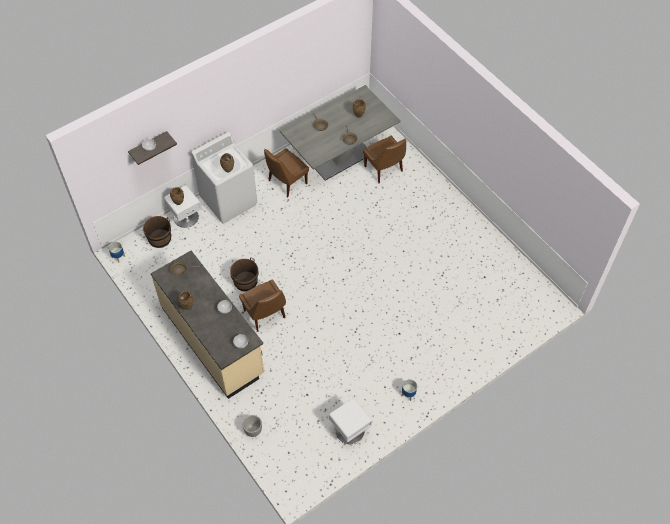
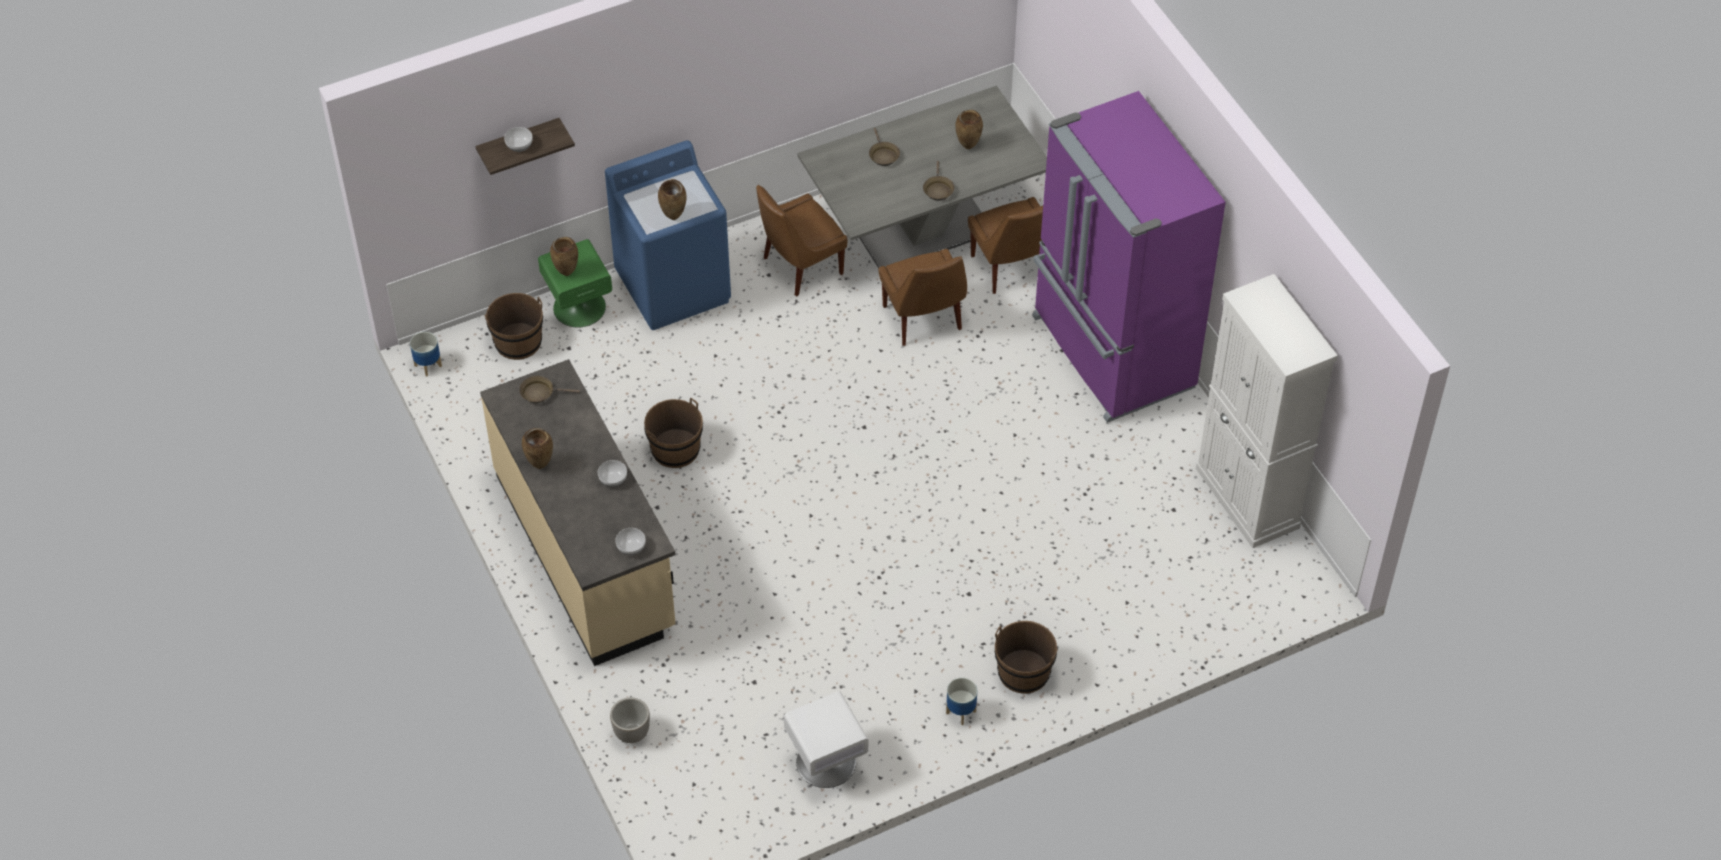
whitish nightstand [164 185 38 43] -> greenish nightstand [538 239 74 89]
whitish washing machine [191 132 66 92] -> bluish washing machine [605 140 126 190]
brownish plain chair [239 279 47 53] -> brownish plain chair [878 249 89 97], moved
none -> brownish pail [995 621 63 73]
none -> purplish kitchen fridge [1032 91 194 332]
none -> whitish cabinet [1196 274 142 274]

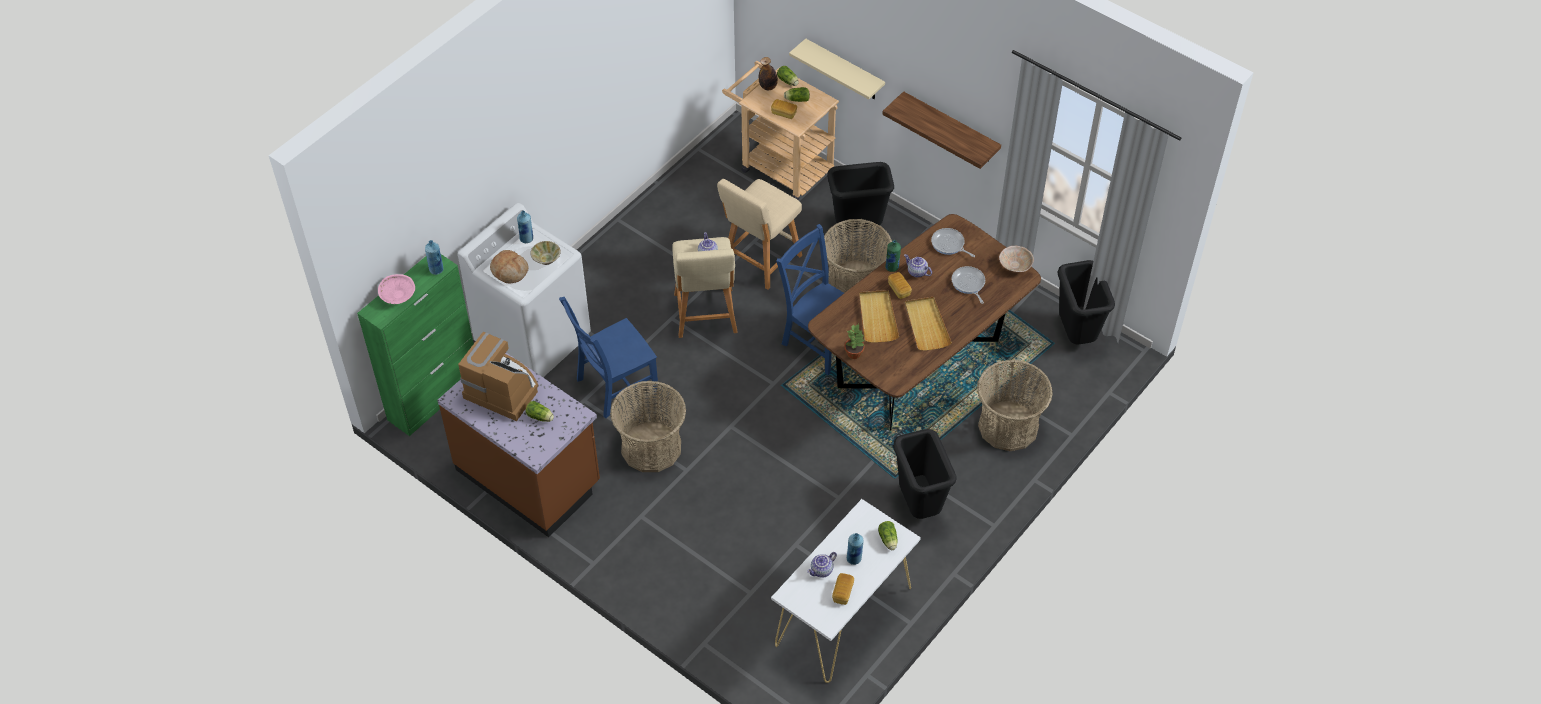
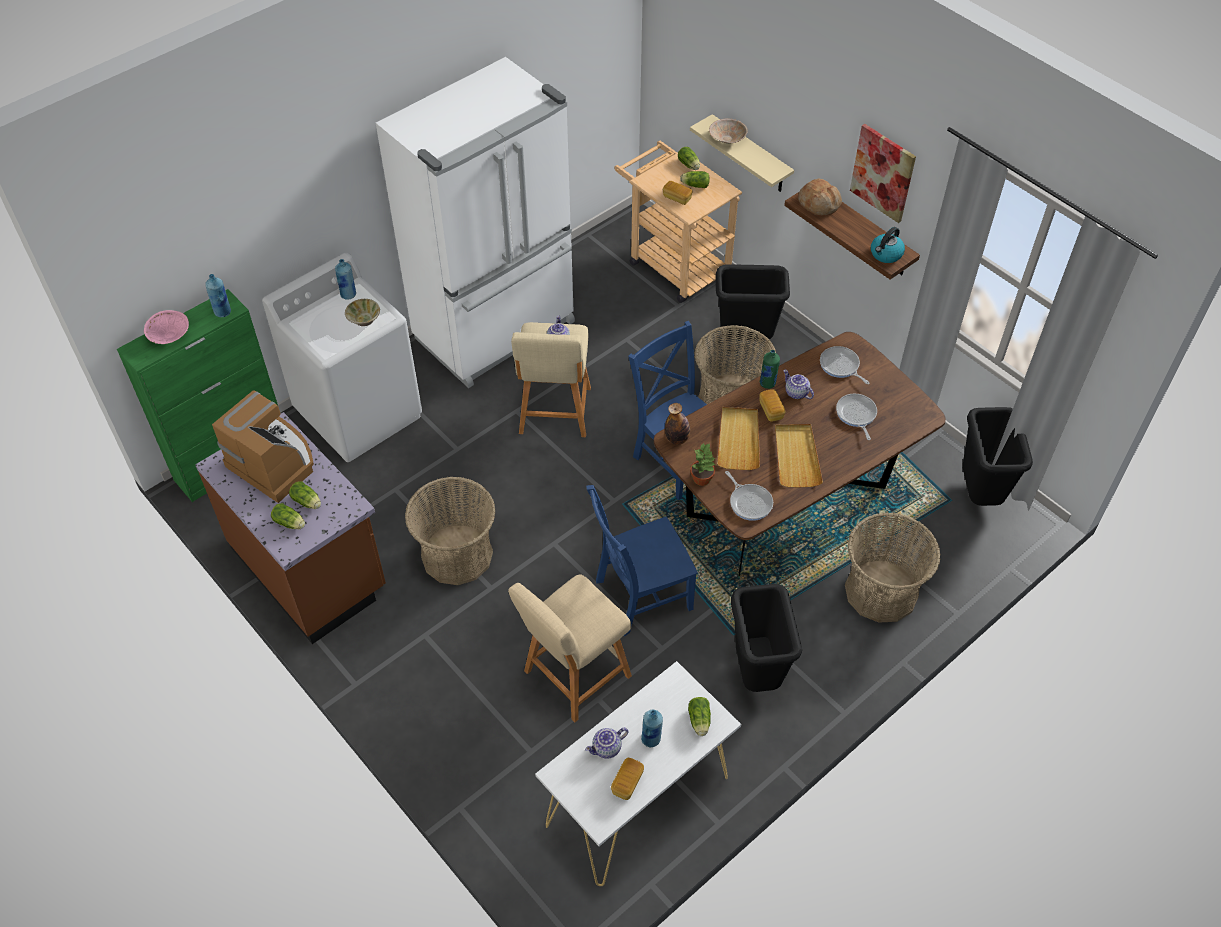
none -> head of lettuce [271 503 34 26]
none -> whitish kitchen fridge [376 57 199 331]
beige-coloured stool [717 179 85 111] -> beige-coloured stool [508 574 124 148], moved
bluish plain chair [559 297 99 121] -> bluish plain chair [586 485 112 152], moved
drink bottle [759 57 19 33] -> drink bottle [665 403 25 42], moved
beige-coloured serving bowl [999 246 35 26] -> beige-coloured serving bowl [709 118 39 25], moved
none -> skillet [725 471 48 50]
bread [490 250 38 33] -> bread [798 179 44 37], moved
none -> picture [850 124 66 99]
none -> kettle [871 227 34 36]

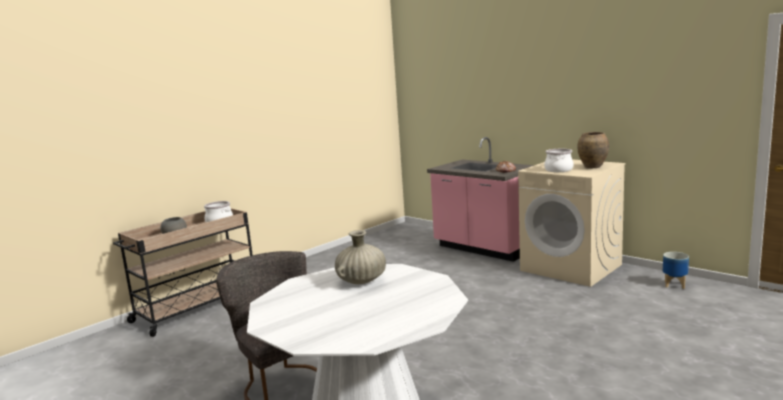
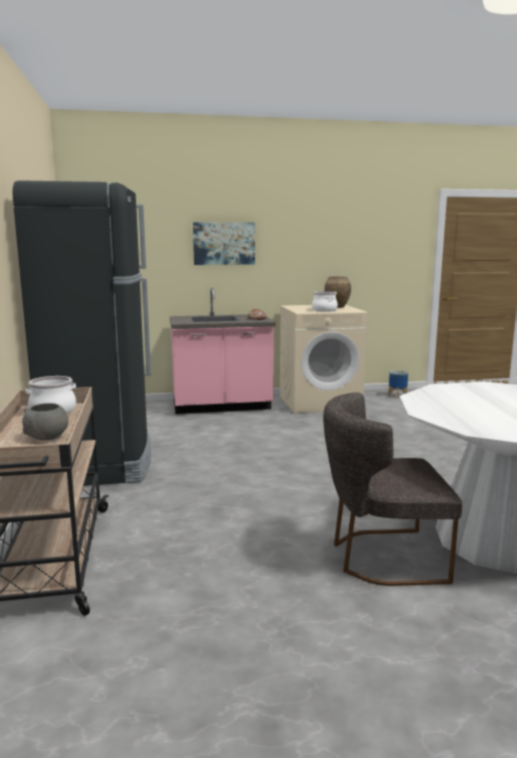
none -> blackish kitchen fridge [12 180 139 306]
none -> picture [193 222 62 43]
beige-coloured decorative vase [335 230 51 54] -> none

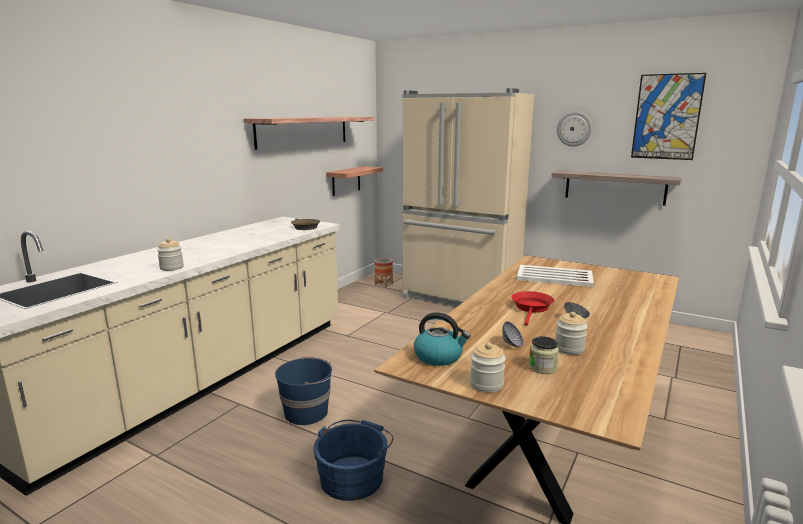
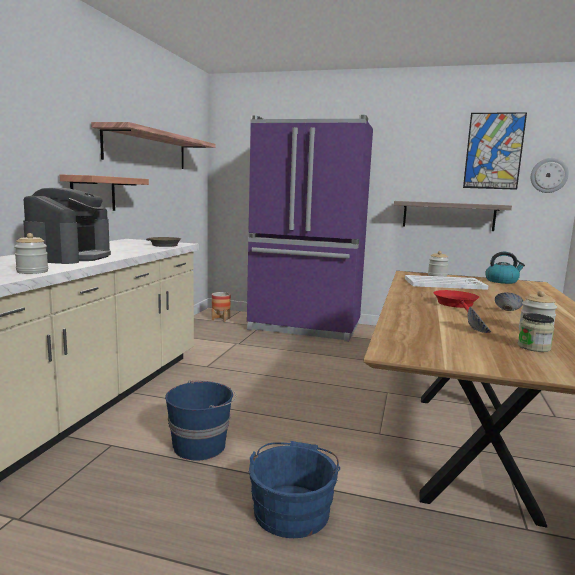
none -> coffee maker [23 188 88 76]
wall shelf [326 166 57 30] -> wall shelf [60 174 89 37], moved
beige-coloured kitchen fridge [402 88 132 219] -> purplish kitchen fridge [247 115 126 227]
jar [470 342 36 51] -> jar [428 251 21 26], moved
kettle [414 312 56 54] -> kettle [485 252 40 32], moved
hanging clock [557 111 35 36] -> hanging clock [531 158 38 35], moved

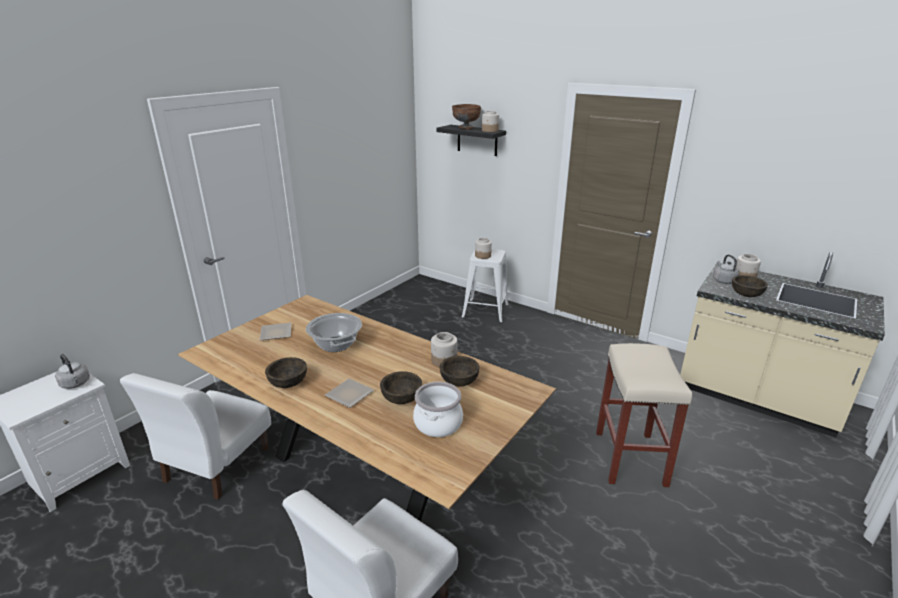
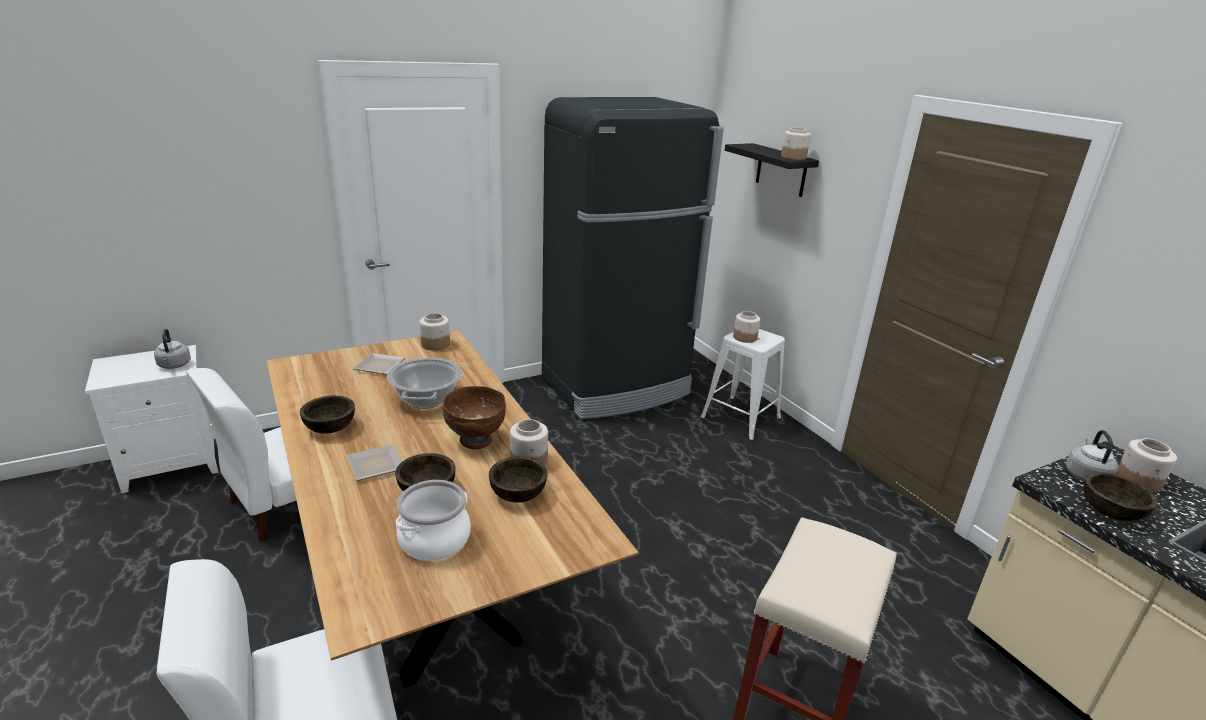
none -> jar [419 313 31 37]
brownish serving bowl [452 104 29 25] -> brownish serving bowl [443 386 63 63], moved
none -> blackish kitchen fridge [542 97 182 322]

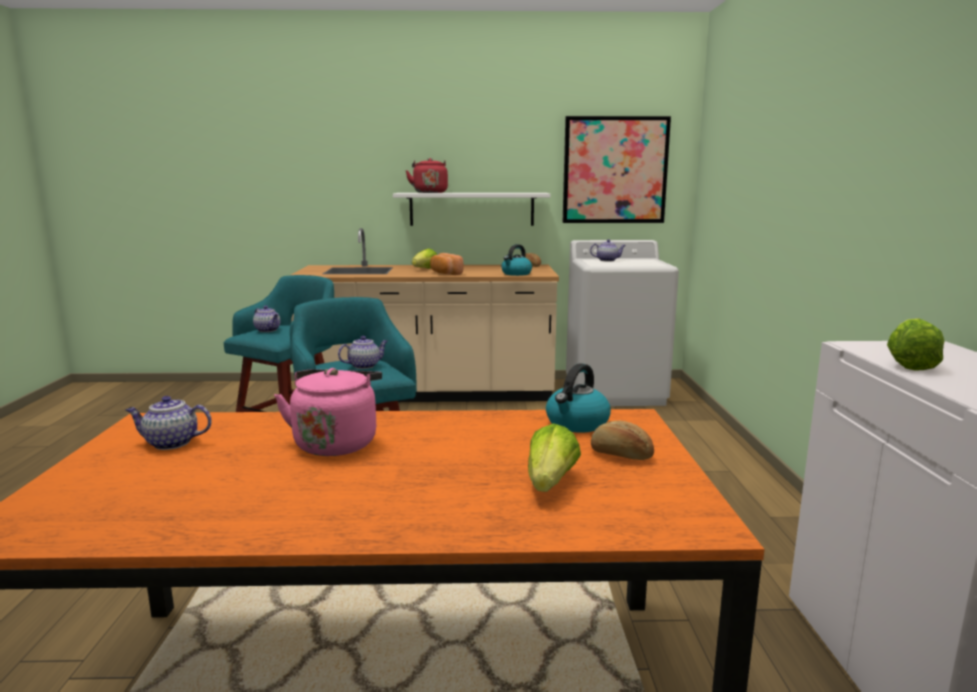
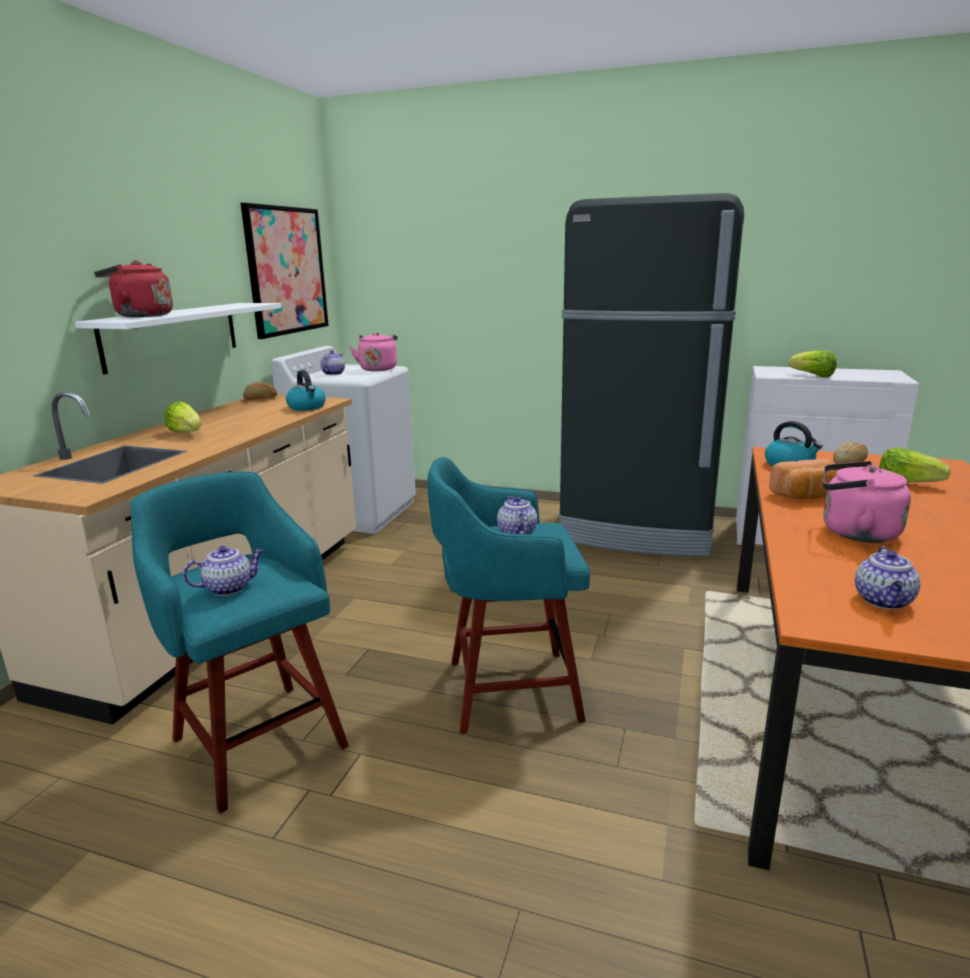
none -> pinkish kettle [350 332 48 39]
none -> blackish kitchen fridge [558 193 186 364]
bread [430 253 34 22] -> bread [769 458 69 41], moved

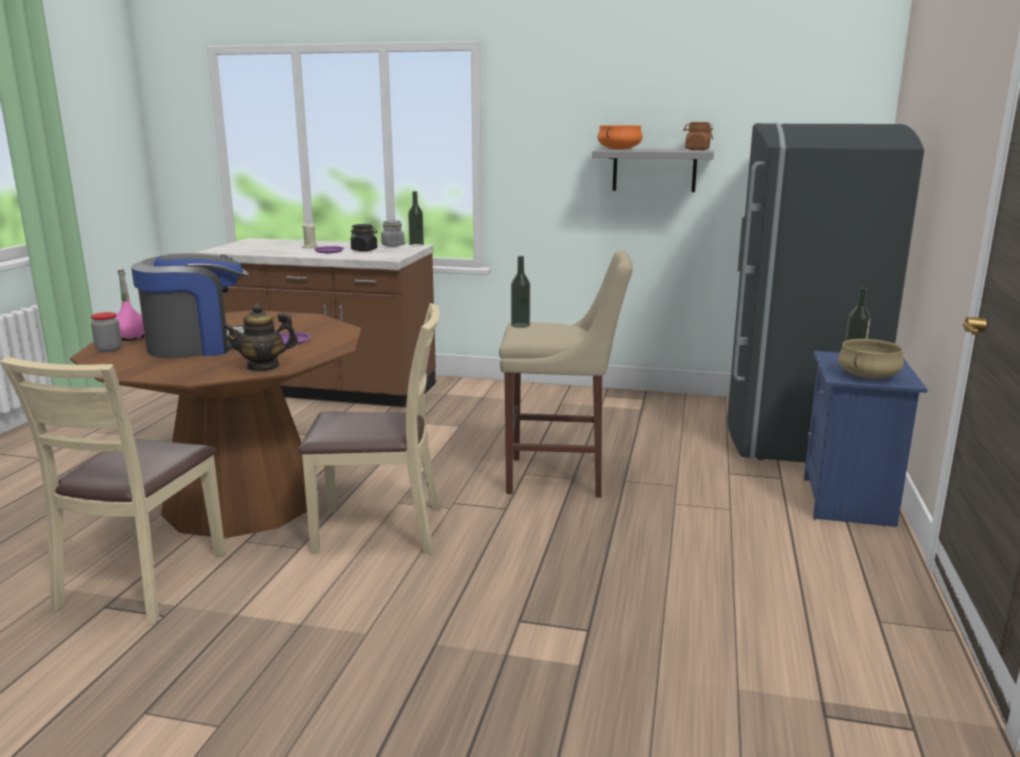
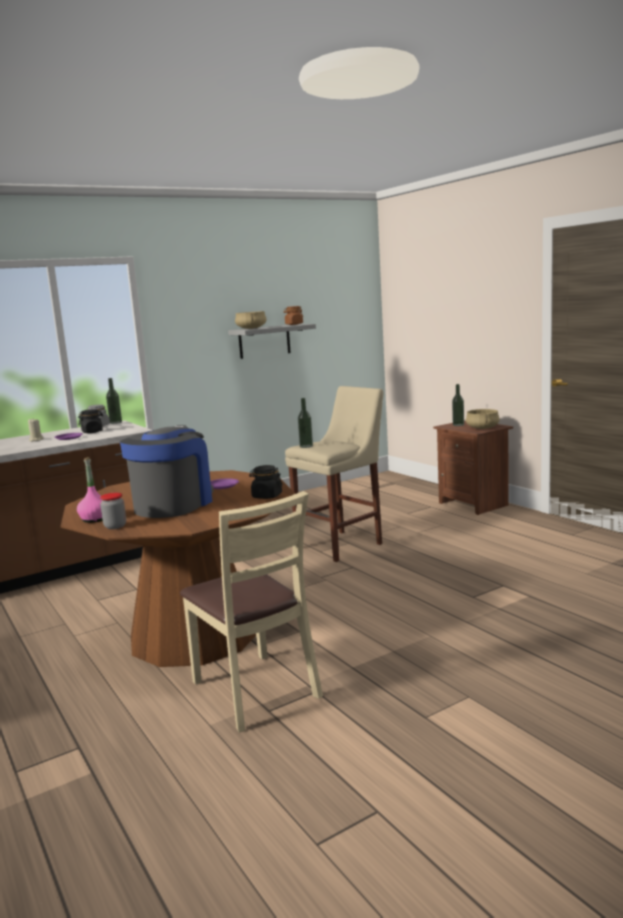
orange-coloured stockpot [597 125 46 25] -> beige-coloured stockpot [235 311 32 18]
teapot [222 304 76 68] -> blackish jar [249 465 33 34]
bluish nightstand [804 351 124 176] -> brownish nightstand [433 420 80 95]
beige-coloured plain chair [298 303 142 252] -> none
grey kitchen fridge [727 123 197 340] -> none

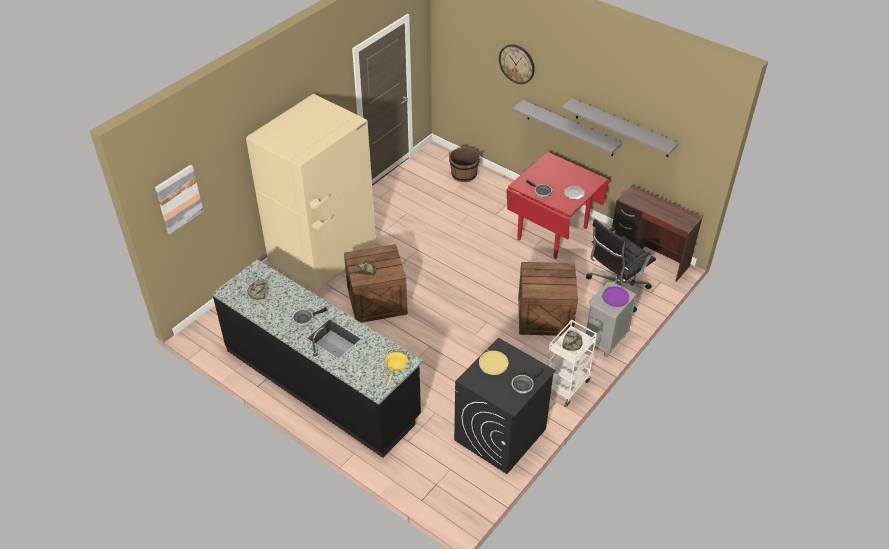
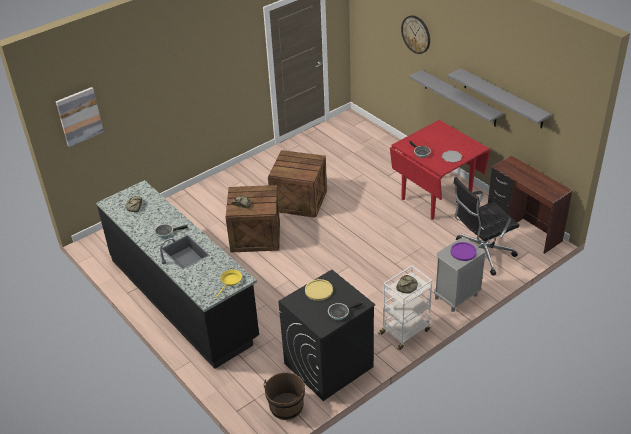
brownish pail [449 147 31 35] -> brownish pail [264 372 41 48], moved
shipping crate [518 262 60 74] -> shipping crate [268 150 59 68], moved
beige-coloured kitchen fridge [246 94 130 199] -> none

